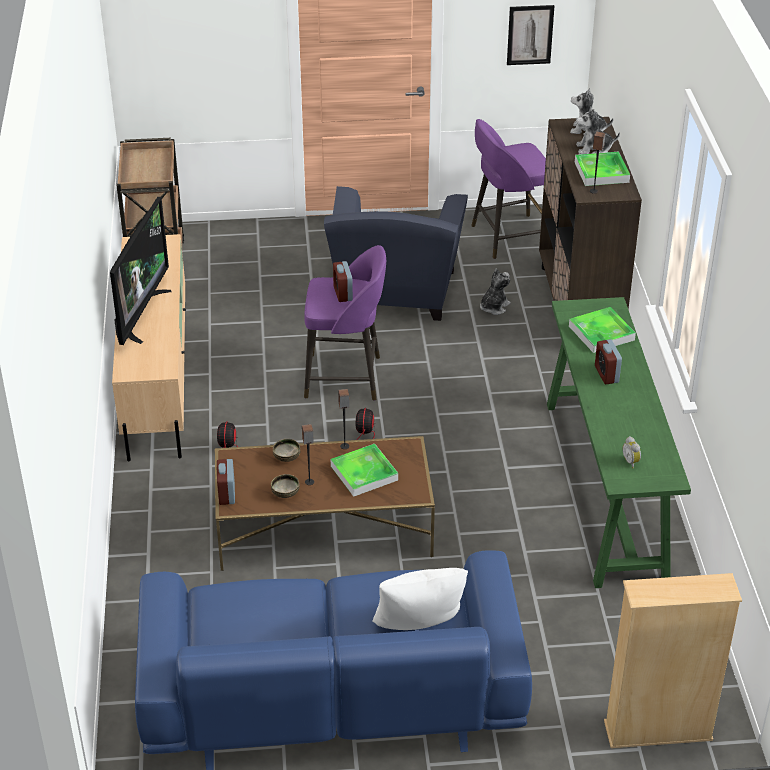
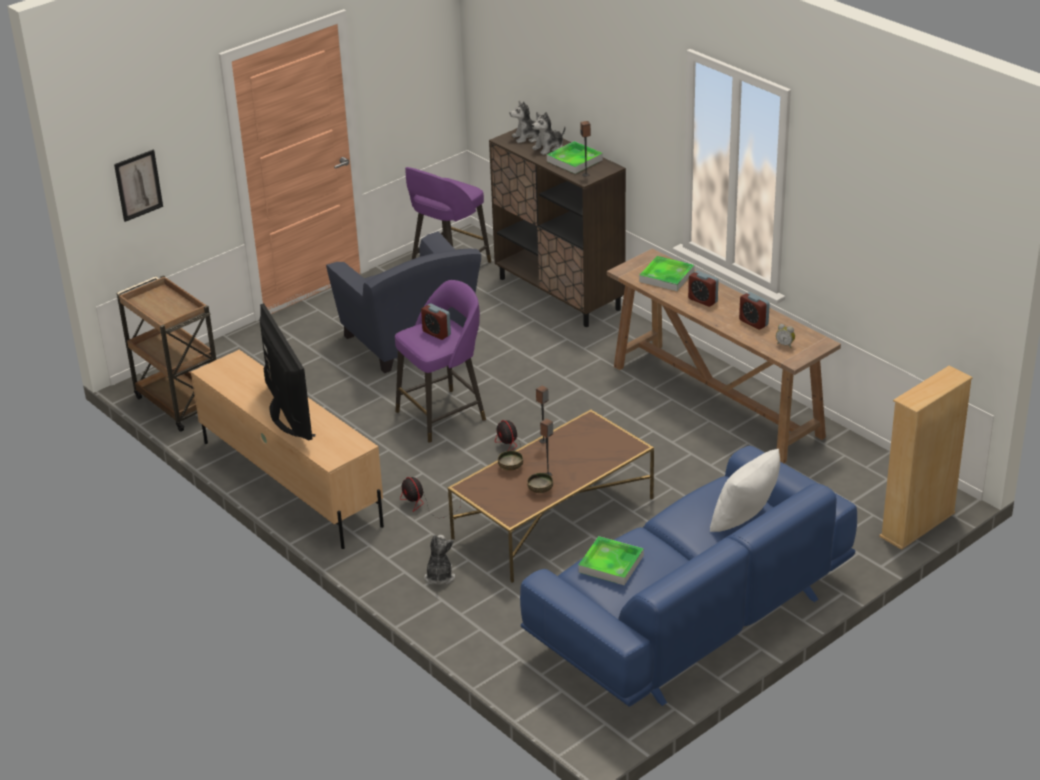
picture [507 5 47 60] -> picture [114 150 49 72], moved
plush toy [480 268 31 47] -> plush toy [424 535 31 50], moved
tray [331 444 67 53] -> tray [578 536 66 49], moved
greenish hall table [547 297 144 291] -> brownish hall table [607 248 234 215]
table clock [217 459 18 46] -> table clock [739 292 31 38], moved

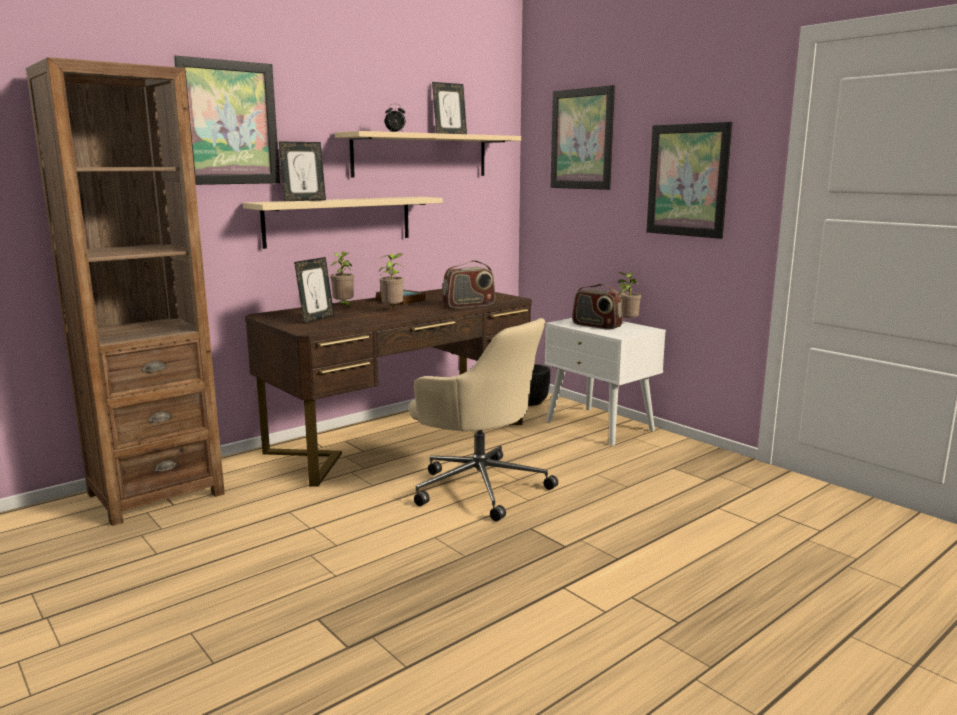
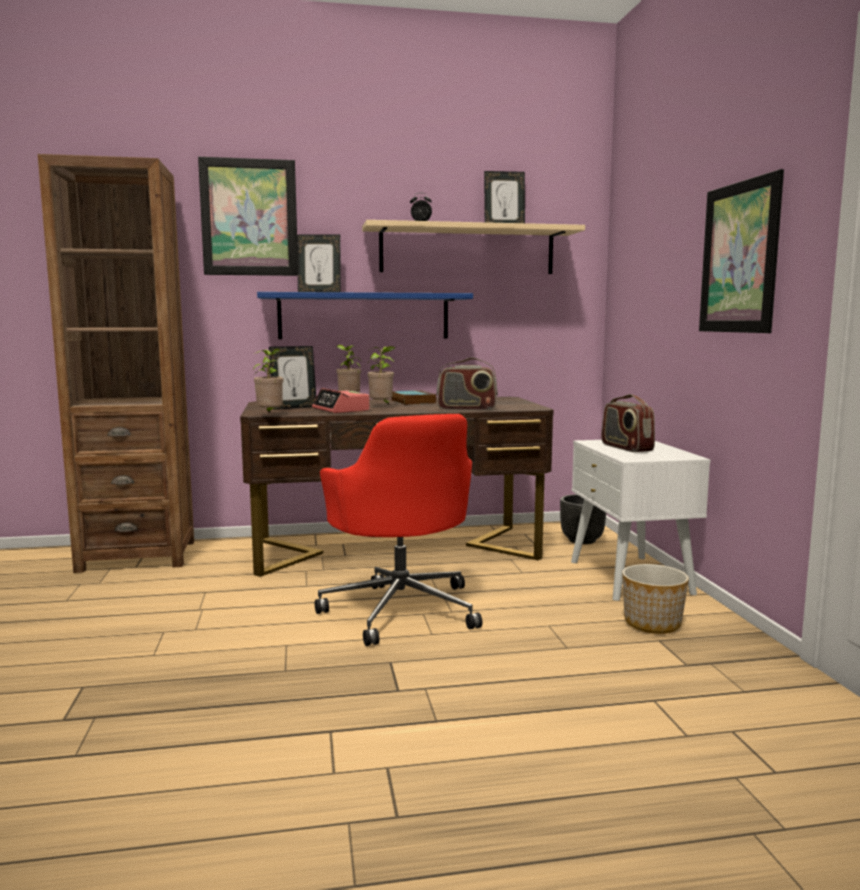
houseplant [618 271 23 47] -> houseplant [253 349 30 64], moved
beige-coloured wall shelf [243 197 200 52] -> bluish wall shelf [257 292 216 47]
none -> table clock [312 388 58 25]
beige-coloured computer chair [409 318 149 204] -> red-coloured computer chair [315 414 167 232]
none -> planter [622 564 67 70]
picture [551 85 64 105] -> none

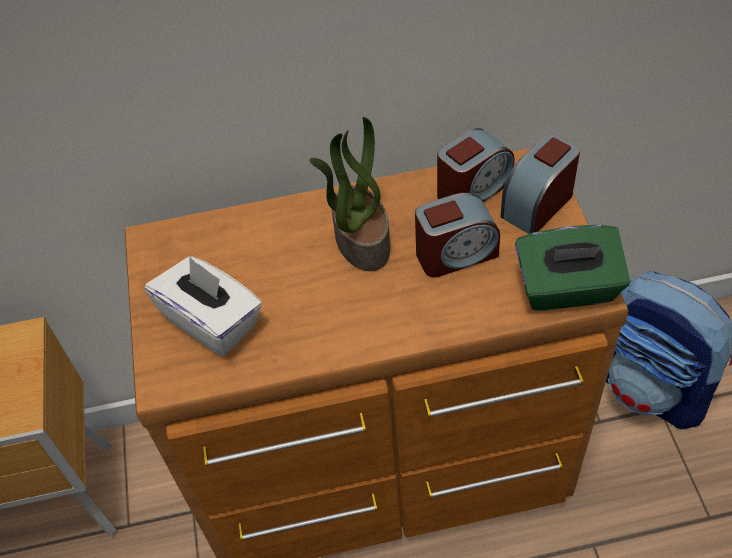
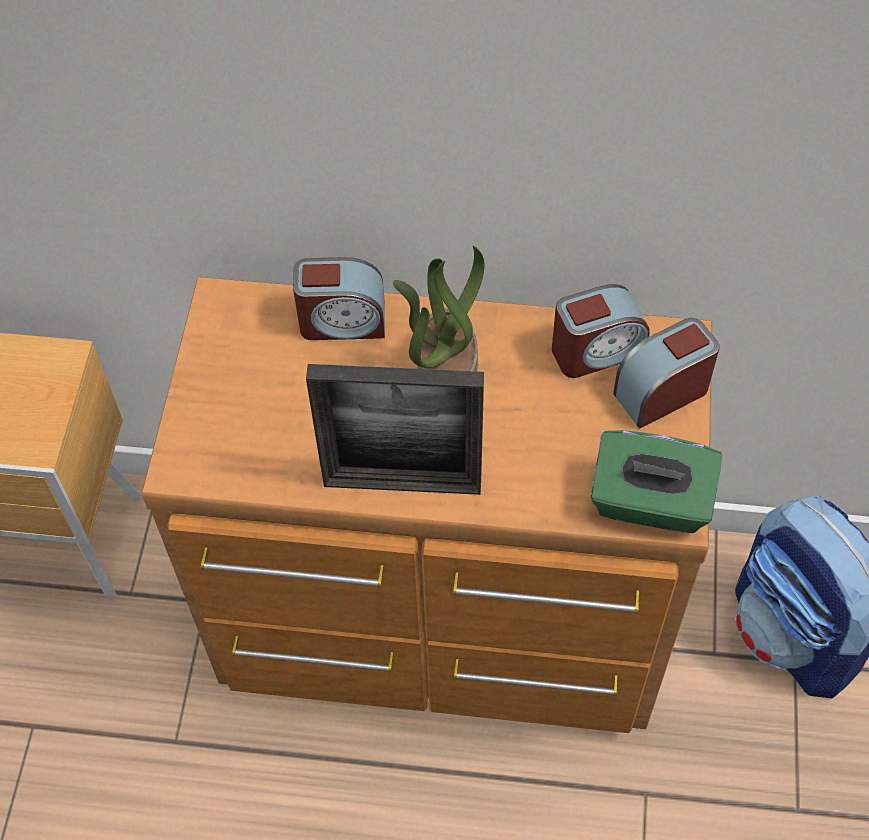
table clock [415 193 85 84] -> table clock [293 257 92 83], moved
none -> photo frame [306 364 178 131]
whitish tissue box [145 256 117 101] -> none

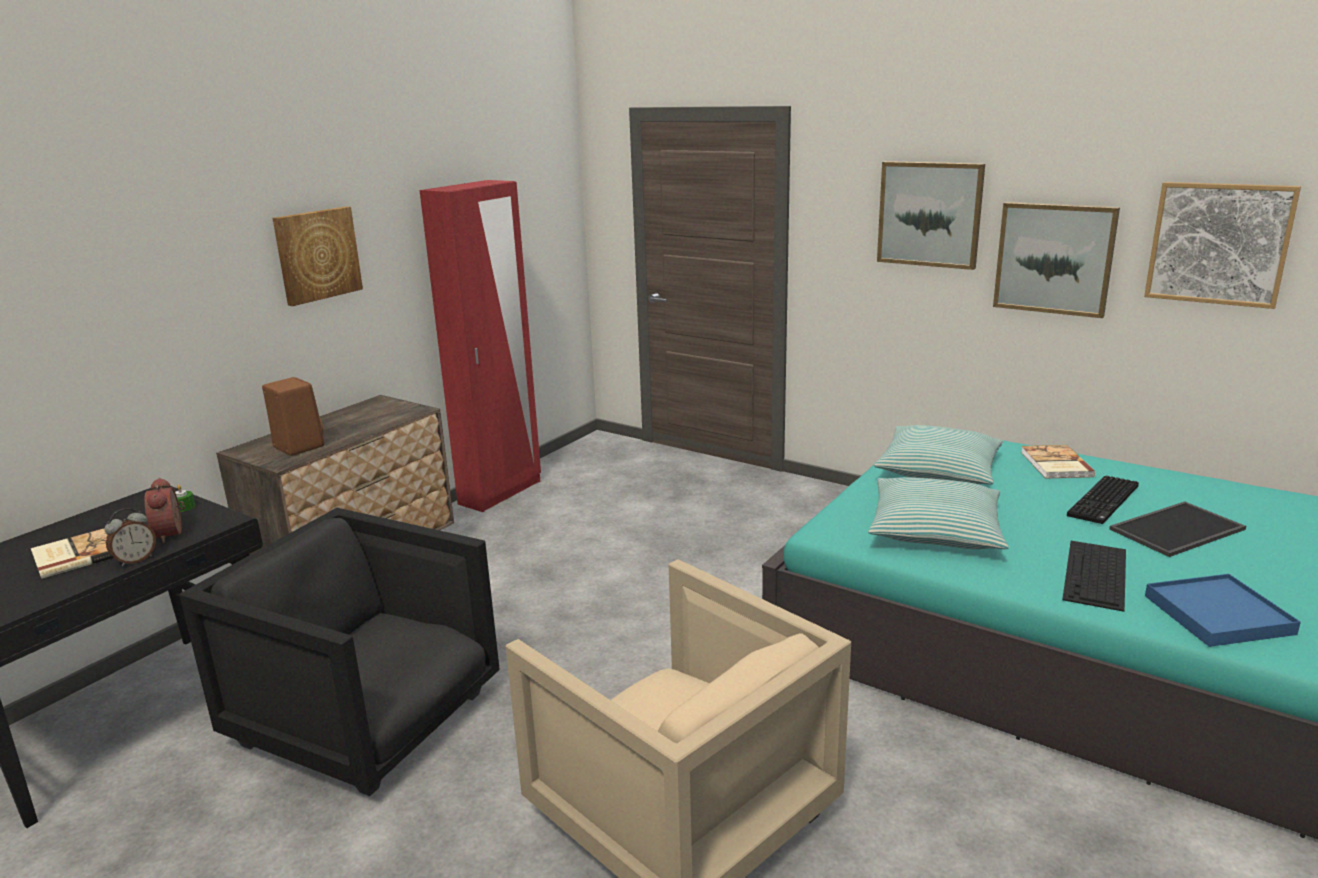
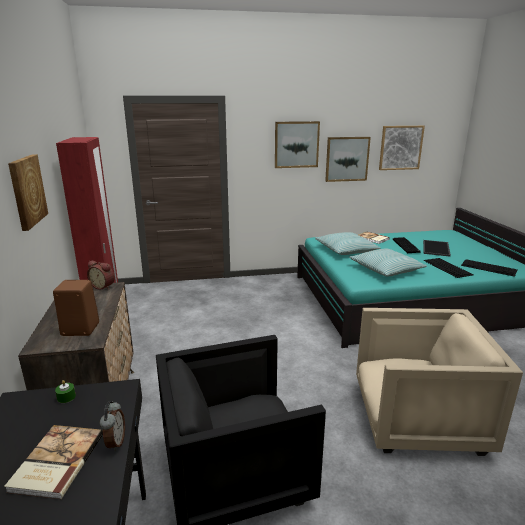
table clock [144 478 41 65] -> table clock [87 261 28 29], moved
bluish tray [1145 574 156 73] -> computer keyboard [461 259 56 18]

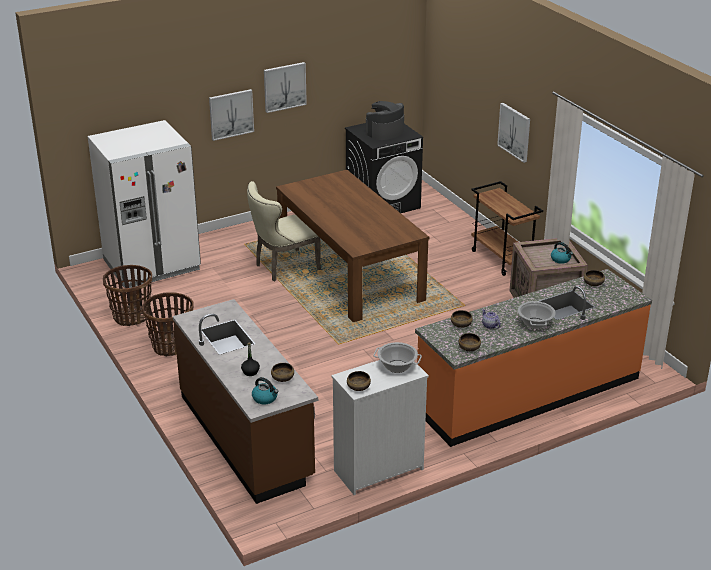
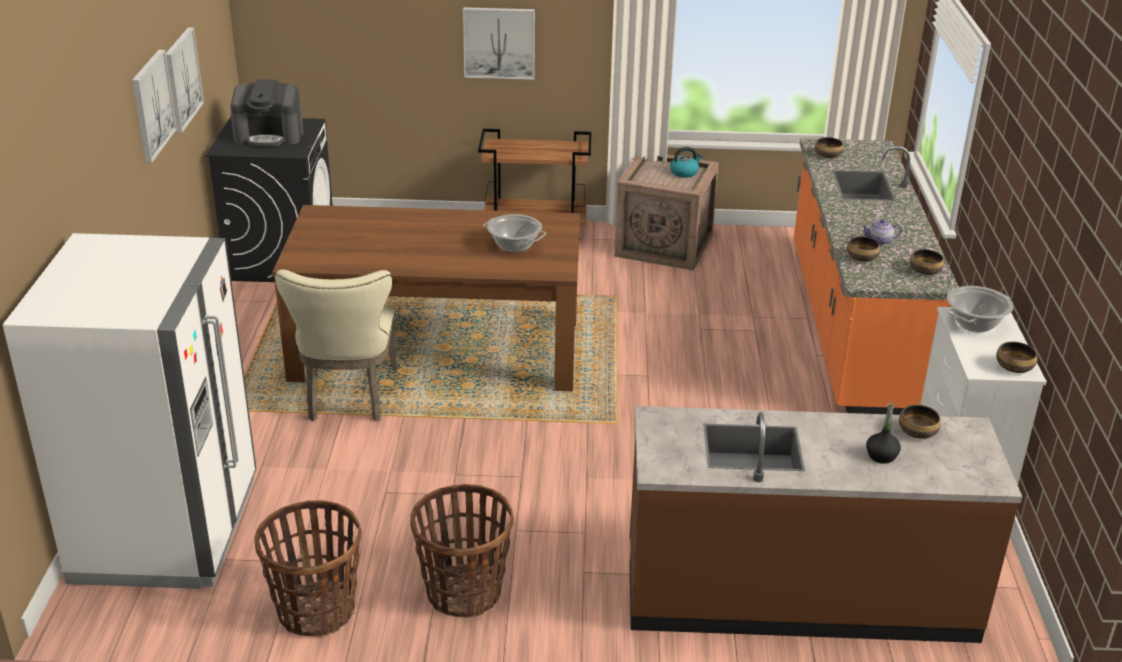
picture [209 89 45 52] -> picture [166 27 38 106], moved
coffee maker [366 101 38 39] -> coffee maker [231 79 72 67], 75 degrees counterclockwise
stockpot [518 301 38 28] -> stockpot [483 214 63 39], moved
kettle [252 377 26 27] -> none

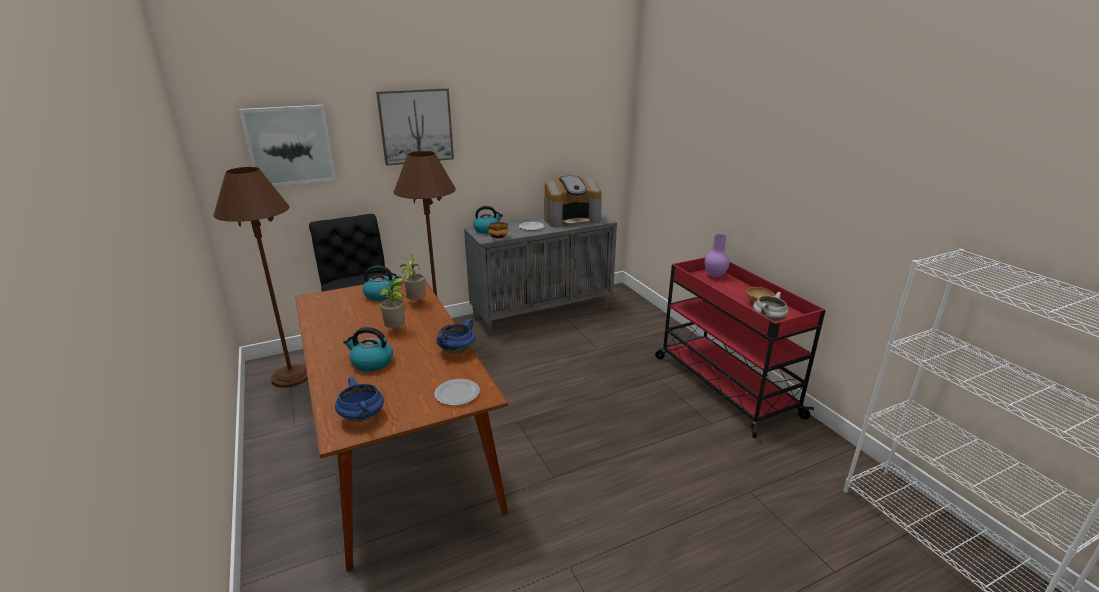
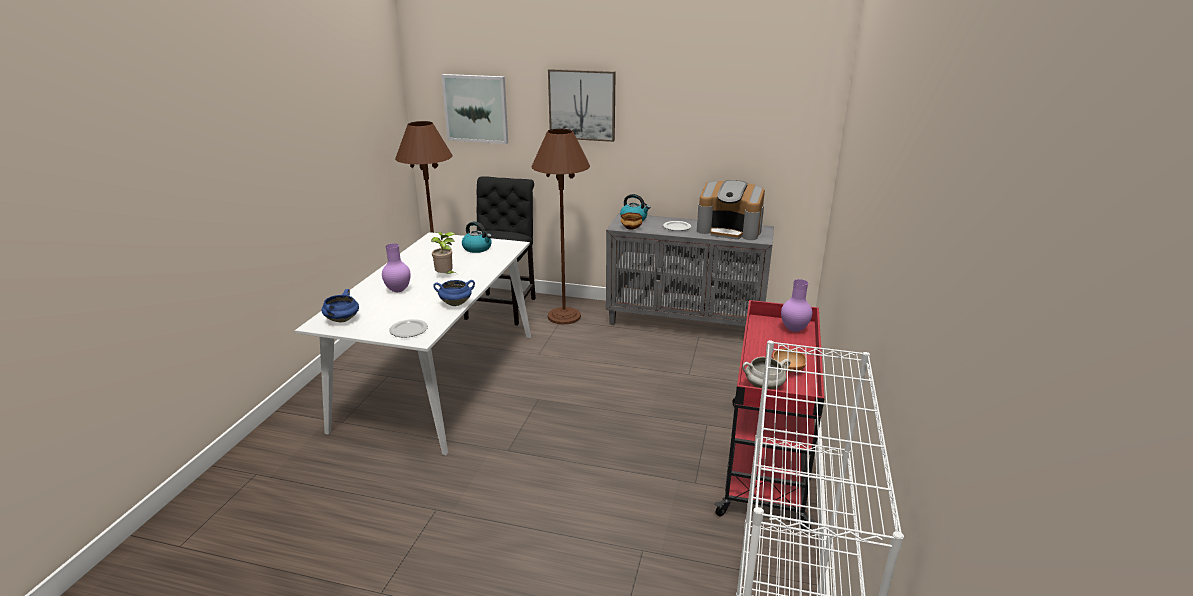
brownish kitchen table [295 278 213 294] -> whitish kitchen table [295 232 236 223]
kettle [343 327 50 44] -> purplish decorative vase [382 243 29 49]
houseplant [400 254 26 46] -> none

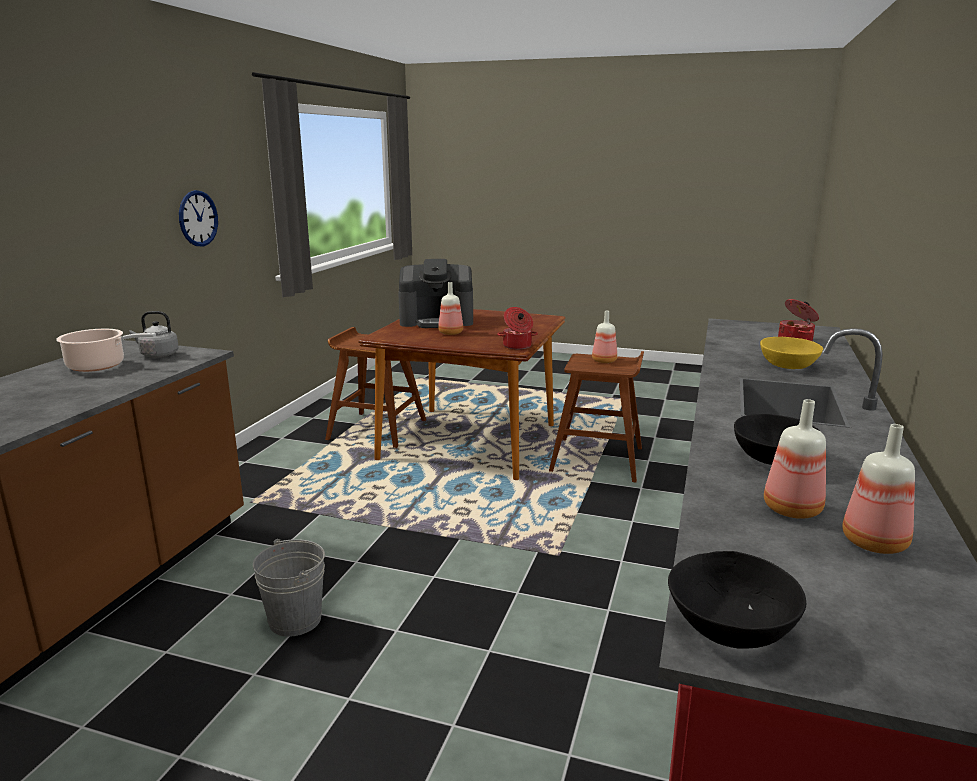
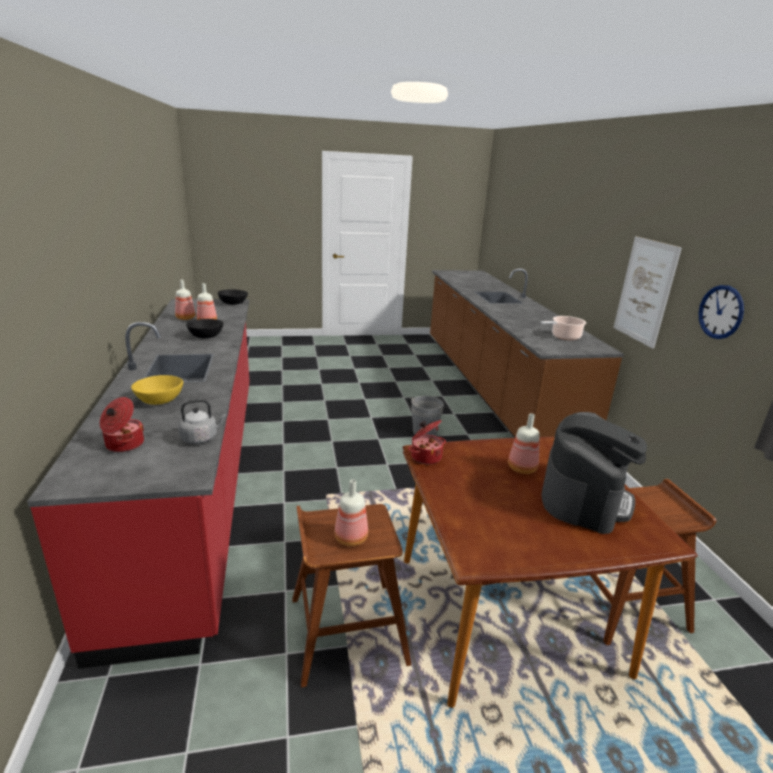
grey kettle [130 311 49 47] -> grey kettle [178 399 49 45], moved
coffee maker [398 259 75 69] -> coffee maker [541 412 106 122], 150 degrees clockwise
none -> picture [613 236 69 113]

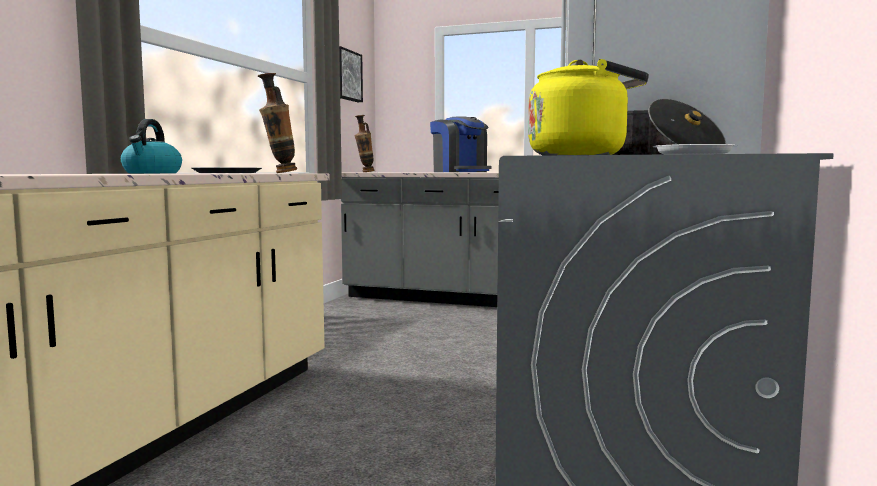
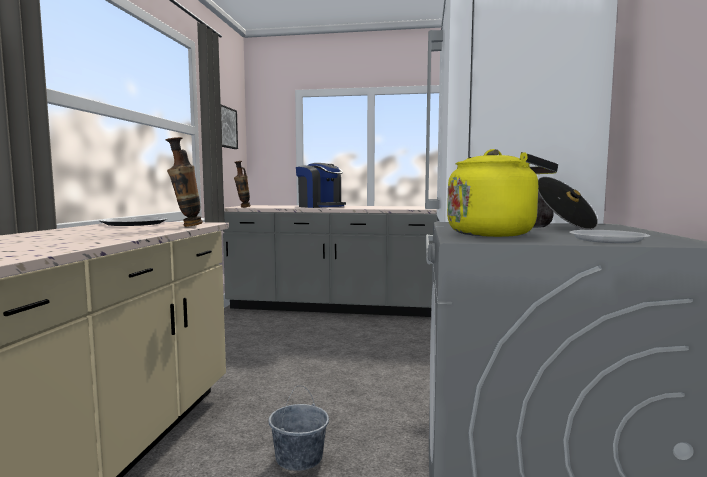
none -> grey pail [269 386 60 85]
kettle [121 119 61 54] -> none

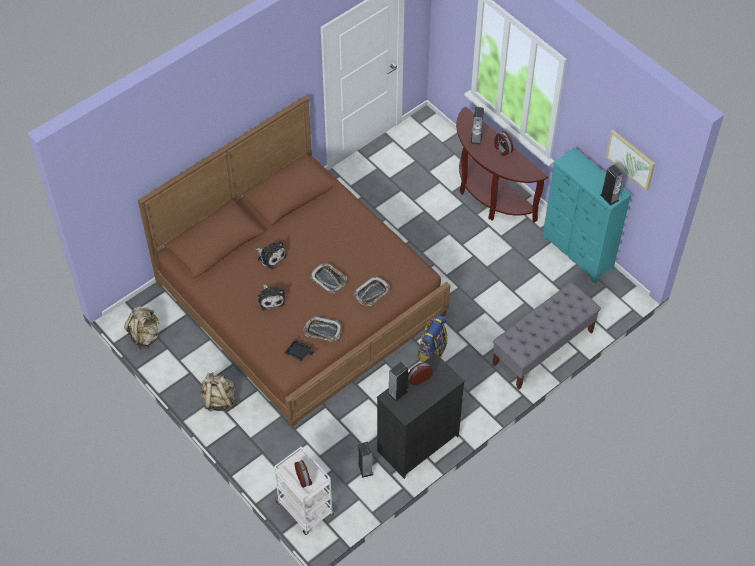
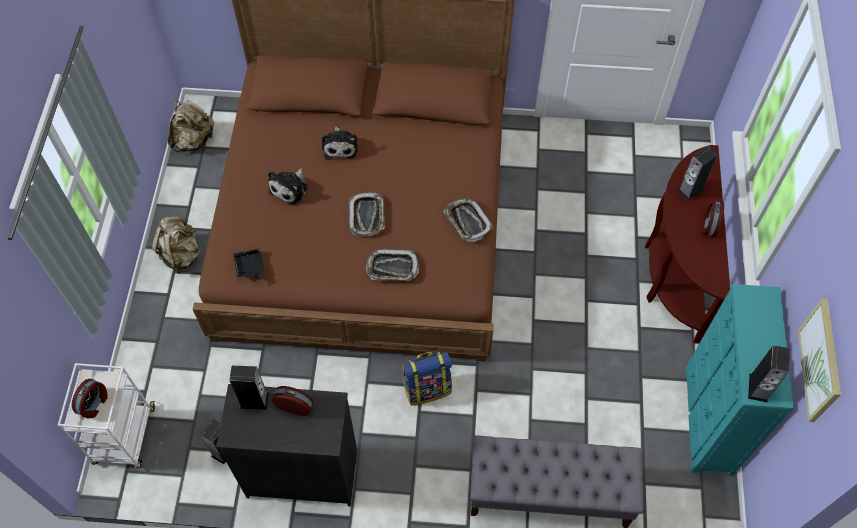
tray [304 316 37 26] -> tray [444 198 49 44], moved

